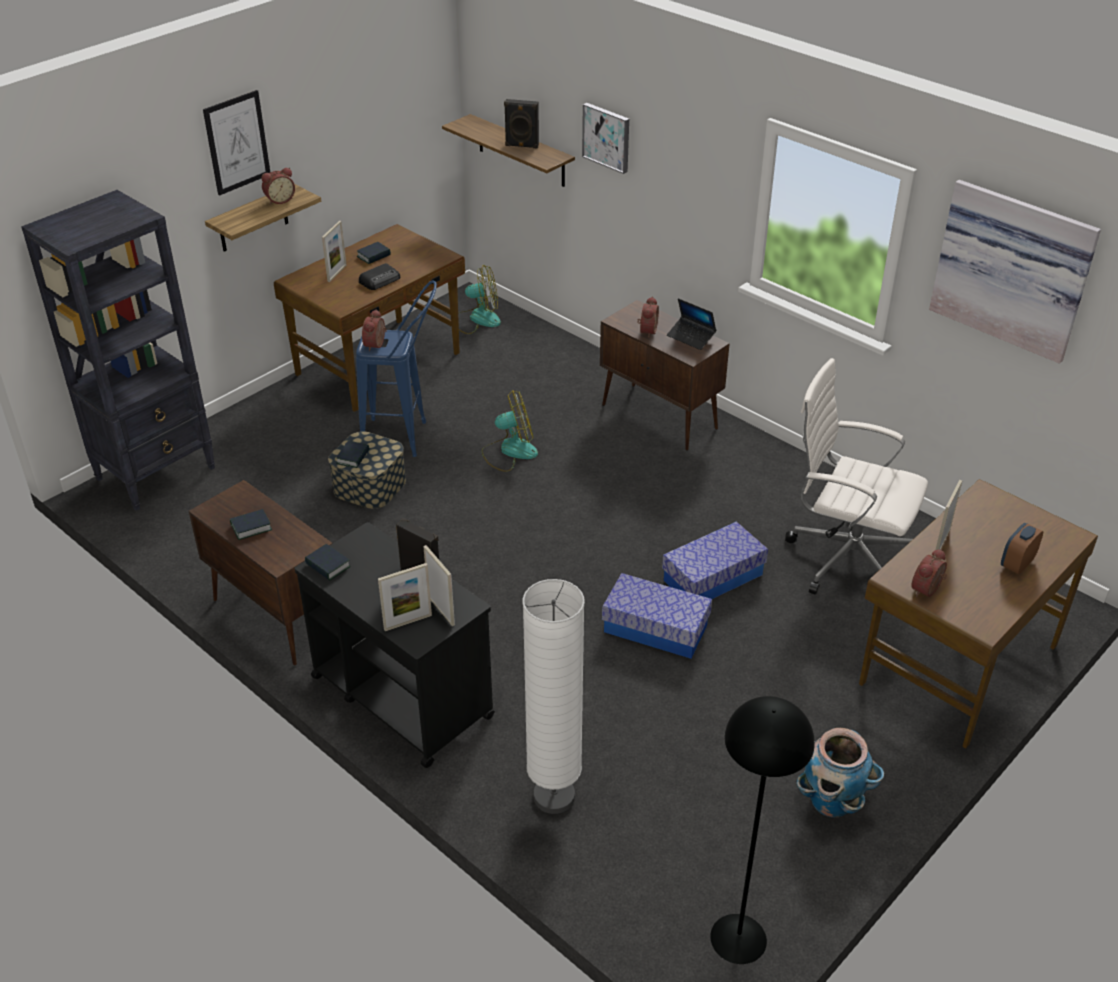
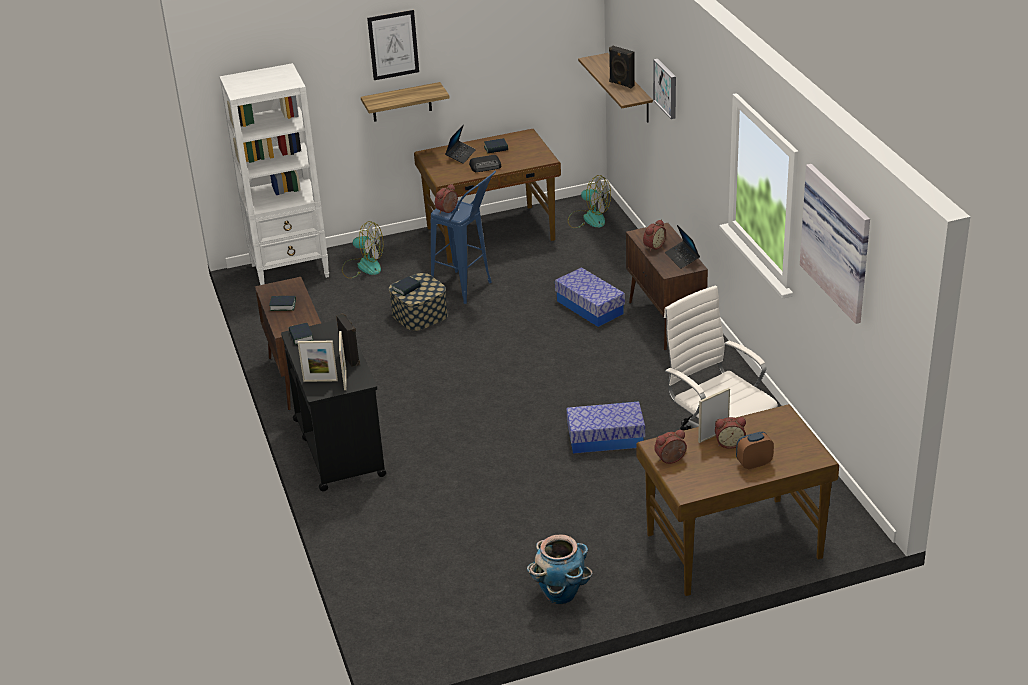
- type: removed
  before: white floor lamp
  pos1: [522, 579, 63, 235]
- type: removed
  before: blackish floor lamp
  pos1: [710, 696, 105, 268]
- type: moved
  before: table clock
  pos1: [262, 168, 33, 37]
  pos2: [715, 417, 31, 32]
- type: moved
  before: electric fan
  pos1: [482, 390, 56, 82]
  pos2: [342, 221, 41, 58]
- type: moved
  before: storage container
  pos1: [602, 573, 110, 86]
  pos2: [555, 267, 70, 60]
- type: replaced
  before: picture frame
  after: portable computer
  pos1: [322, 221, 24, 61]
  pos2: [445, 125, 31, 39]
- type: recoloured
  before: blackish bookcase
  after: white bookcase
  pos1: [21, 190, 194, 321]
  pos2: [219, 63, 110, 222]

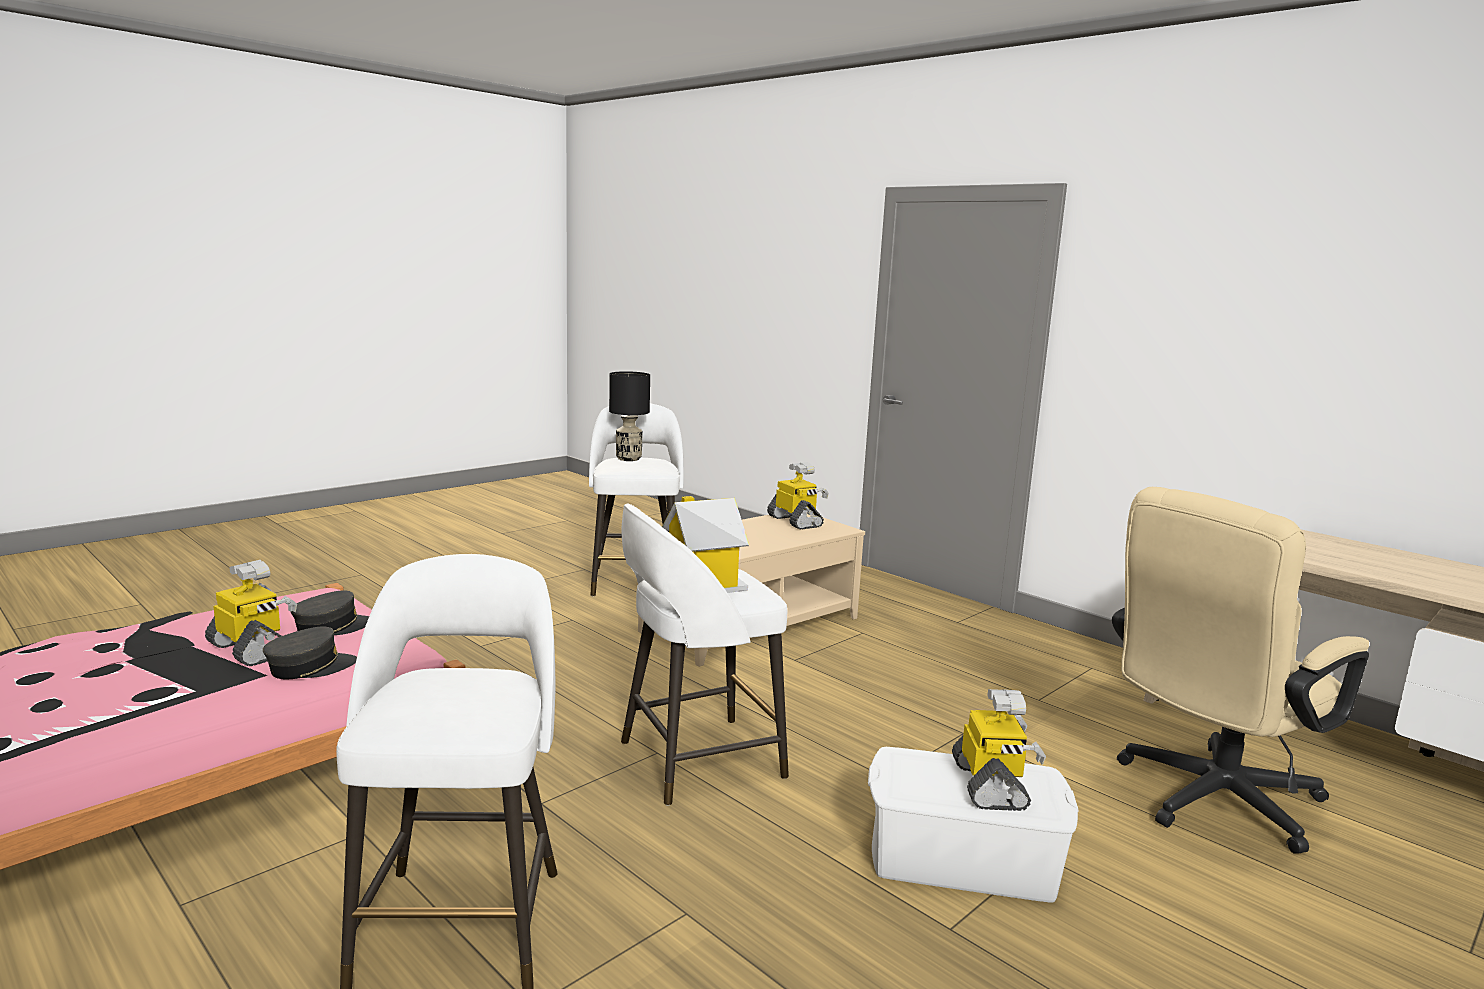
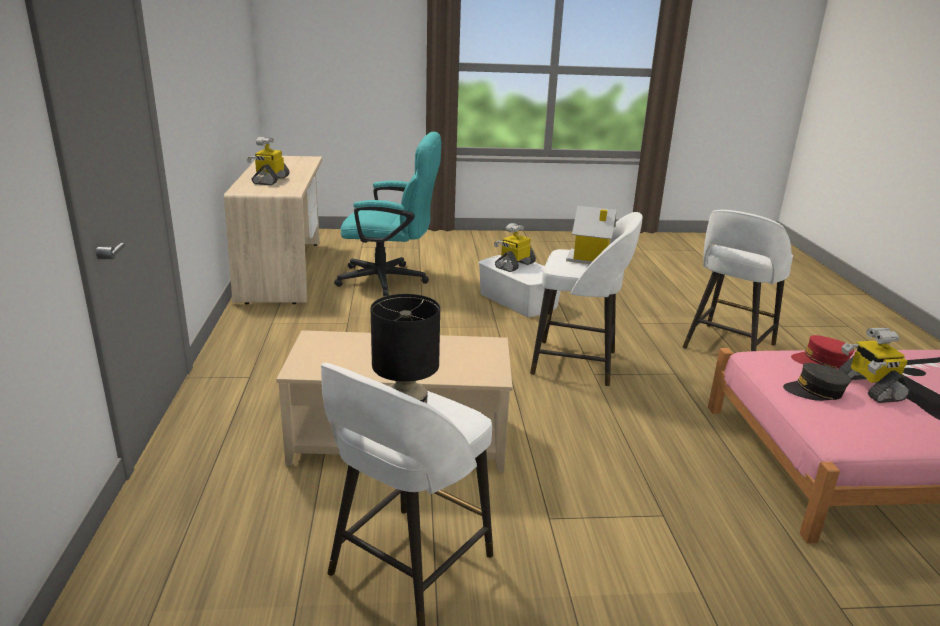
- type: moved
  before: model robot
  pos1: [767, 462, 62, 68]
  pos2: [247, 137, 43, 48]
- type: recoloured
  before: gray baseball cap
  after: red-coloured baseball cap
  pos1: [263, 626, 94, 53]
  pos2: [791, 335, 63, 34]
- type: recoloured
  before: sand-coloured office chair
  after: blue-green office chair
  pos1: [1112, 487, 257, 367]
  pos2: [334, 132, 107, 164]

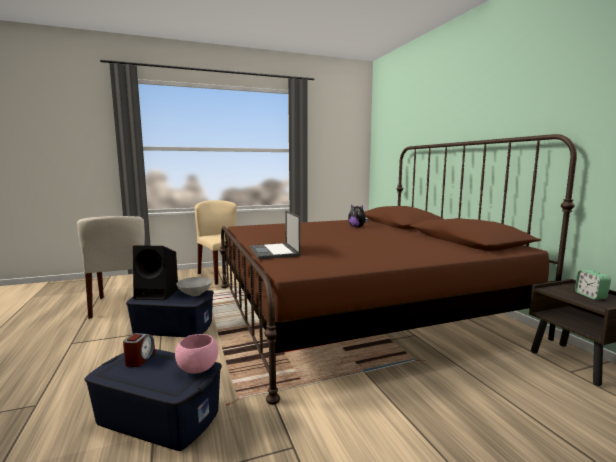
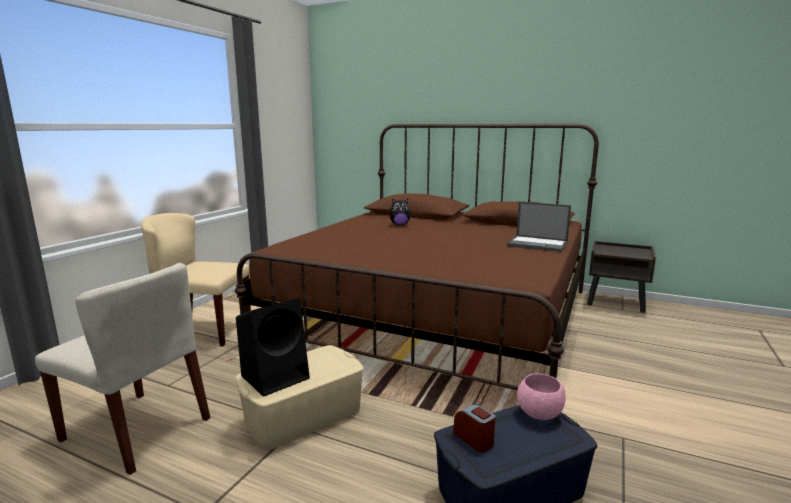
- type: removed
  before: gray serving bowl
  pos1: [176, 277, 36, 19]
- type: removed
  before: table clock
  pos1: [575, 270, 36, 30]
- type: moved
  before: portable computer
  pos1: [250, 210, 50, 49]
  pos2: [507, 202, 64, 50]
- type: recoloured
  before: blue-coloured storage container
  after: sand-coloured storage container
  pos1: [126, 289, 88, 48]
  pos2: [235, 345, 129, 105]

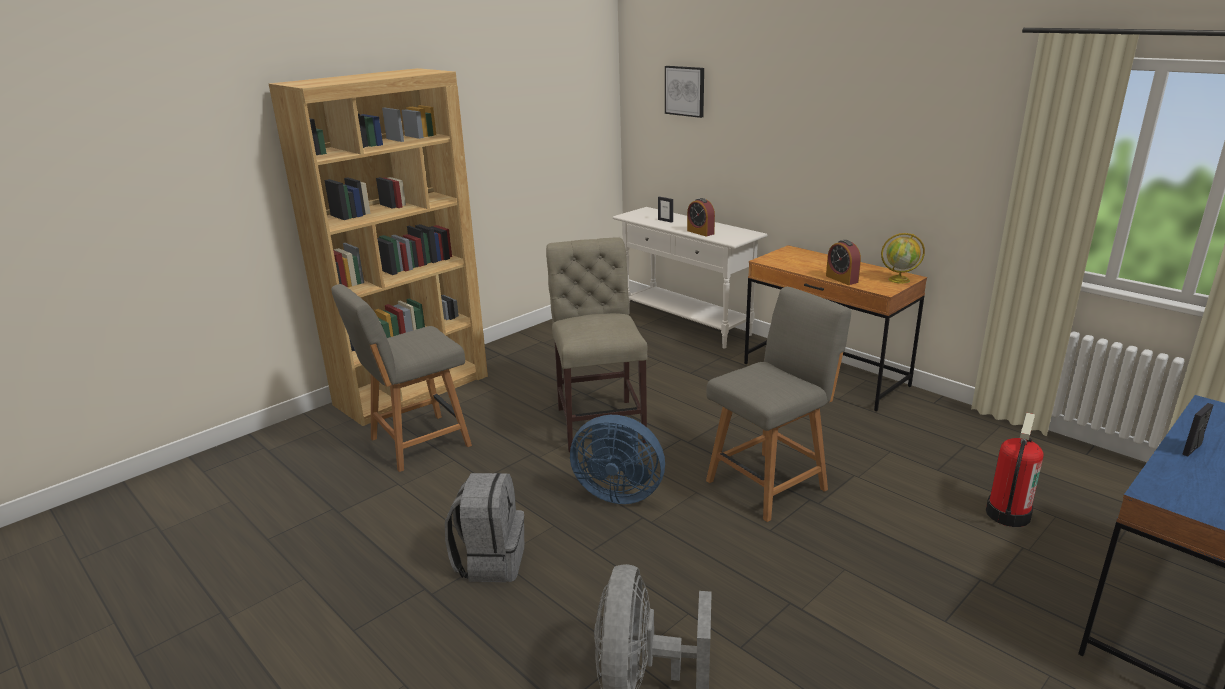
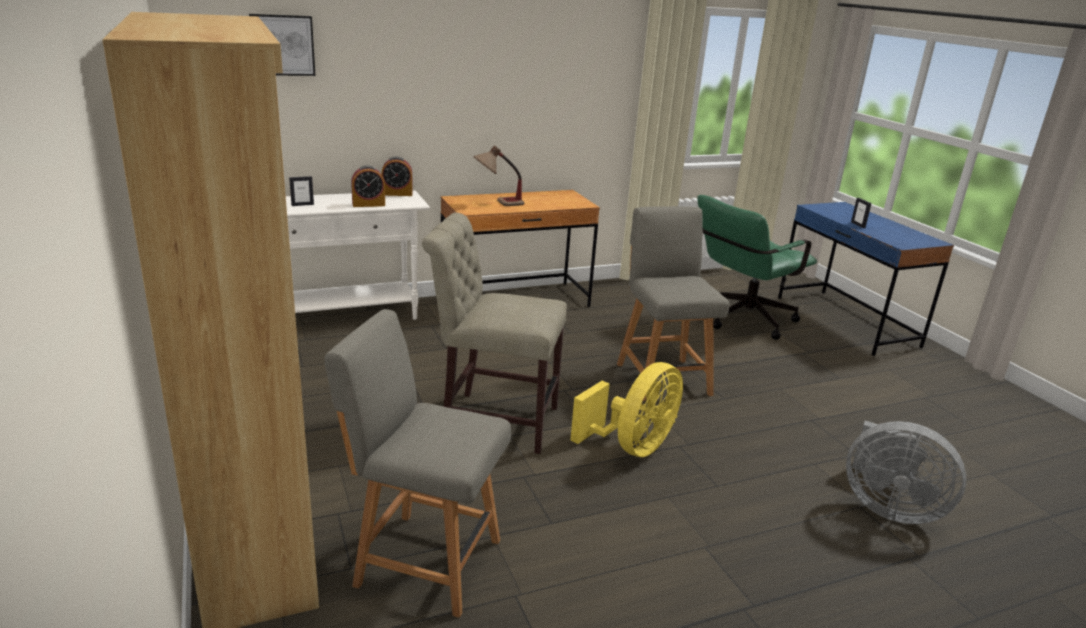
- type: removed
  before: gray rucksack
  pos1: [445, 473, 79, 109]
- type: removed
  before: globe
  pos1: [881, 233, 44, 51]
- type: added
  after: tabletop lamp
  pos2: [473, 145, 51, 61]
- type: moved
  before: table clock
  pos1: [826, 240, 35, 45]
  pos2: [381, 157, 32, 39]
- type: replaced
  before: fire-fighting cylinder
  after: greenish office chair
  pos1: [986, 413, 58, 114]
  pos2: [697, 195, 120, 145]
- type: recoloured
  before: blue-coloured electric fan
  after: yellowish electric fan
  pos1: [570, 415, 95, 89]
  pos2: [570, 362, 113, 95]
- type: turned
  before: gray upright chair
  pos1: [331, 284, 141, 188]
  pos2: [324, 309, 187, 309]
  turn: 120

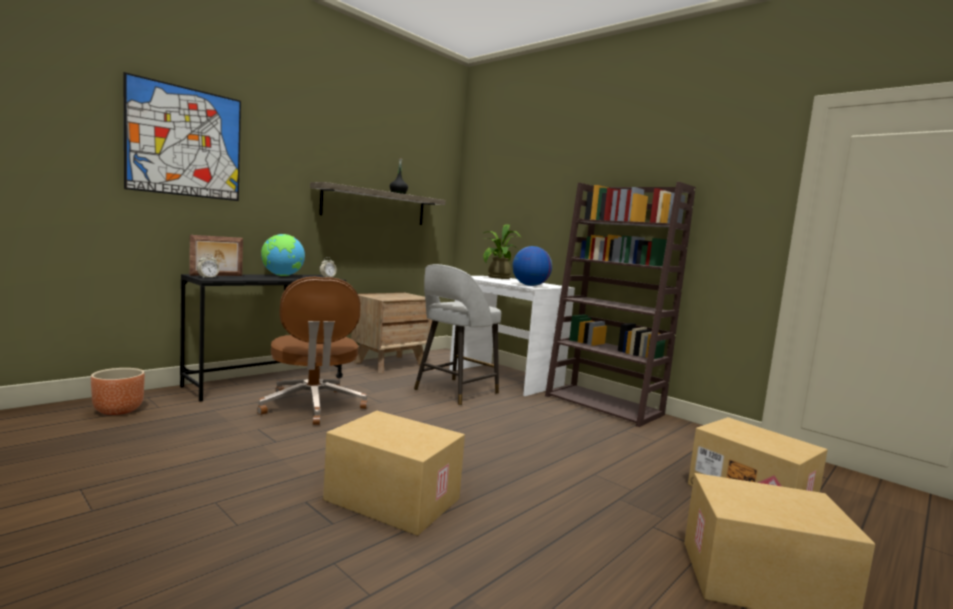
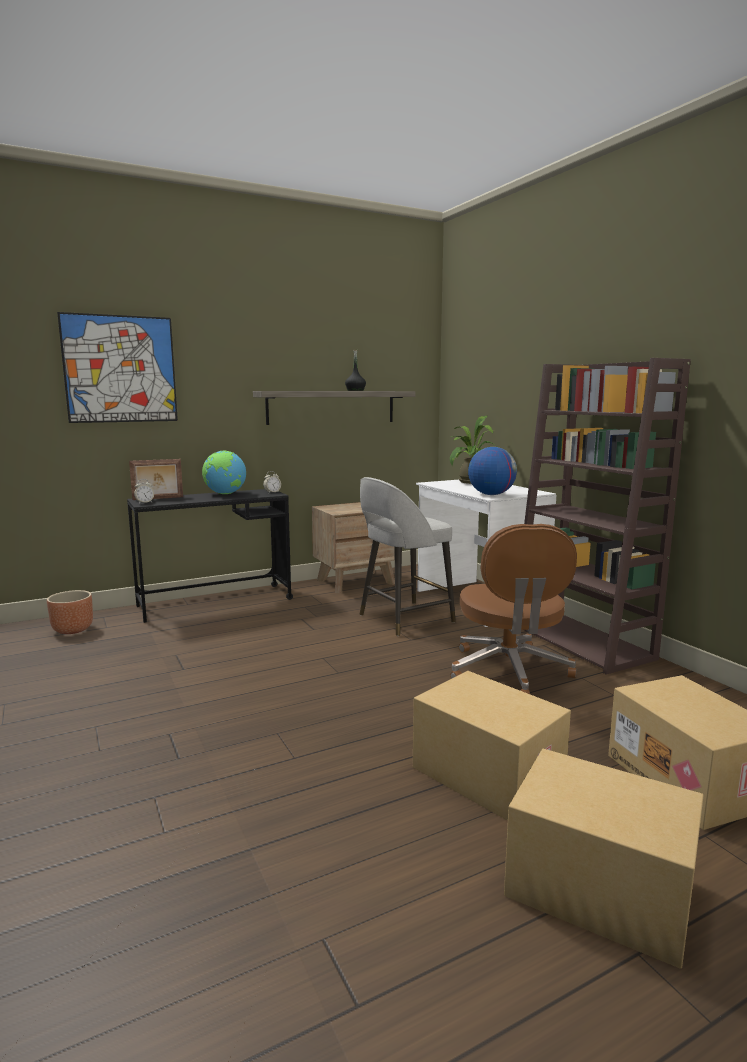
- type: moved
  before: brown-coloured office chair
  pos1: [257, 277, 111, 148]
  pos2: [450, 524, 127, 170]
- type: moved
  before: carton
  pos1: [323, 411, 142, 125]
  pos2: [413, 671, 158, 150]

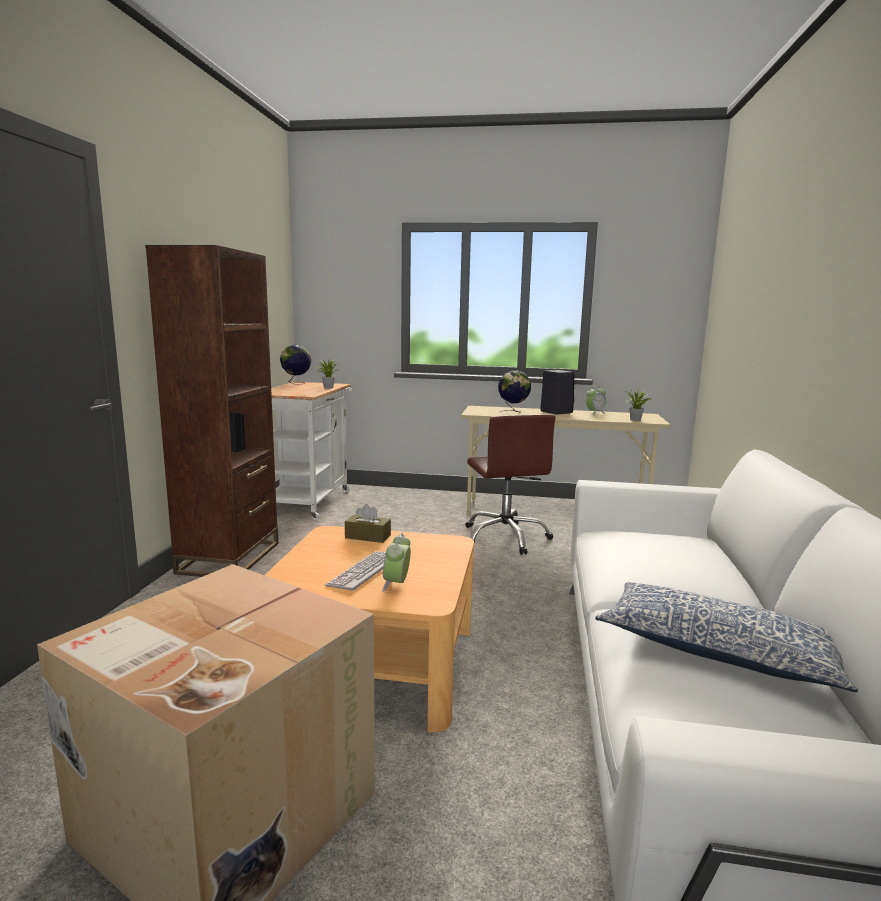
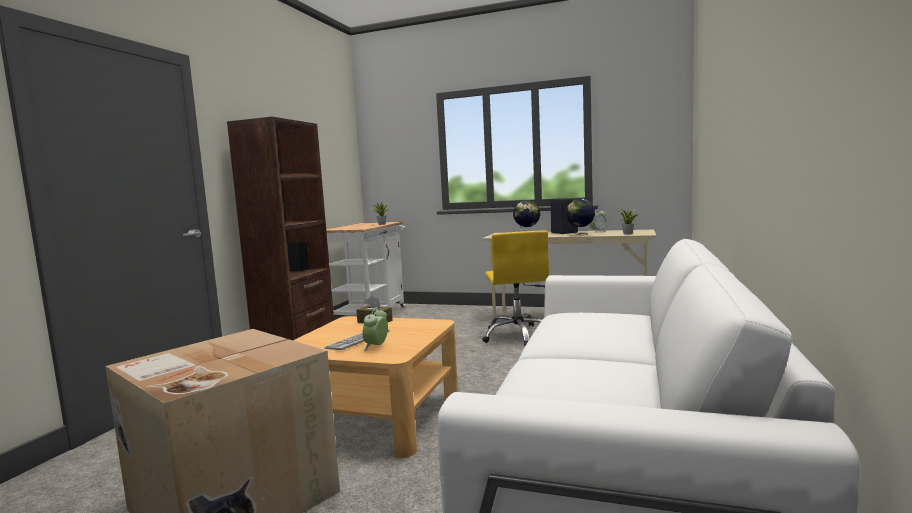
- type: removed
  before: throw pillow
  pos1: [595, 582, 263, 110]
- type: moved
  before: globe
  pos1: [280, 345, 31, 40]
  pos2: [566, 198, 29, 37]
- type: recoloured
  before: brown-coloured office chair
  after: yellowish office chair
  pos1: [465, 415, 91, 140]
  pos2: [482, 230, 67, 116]

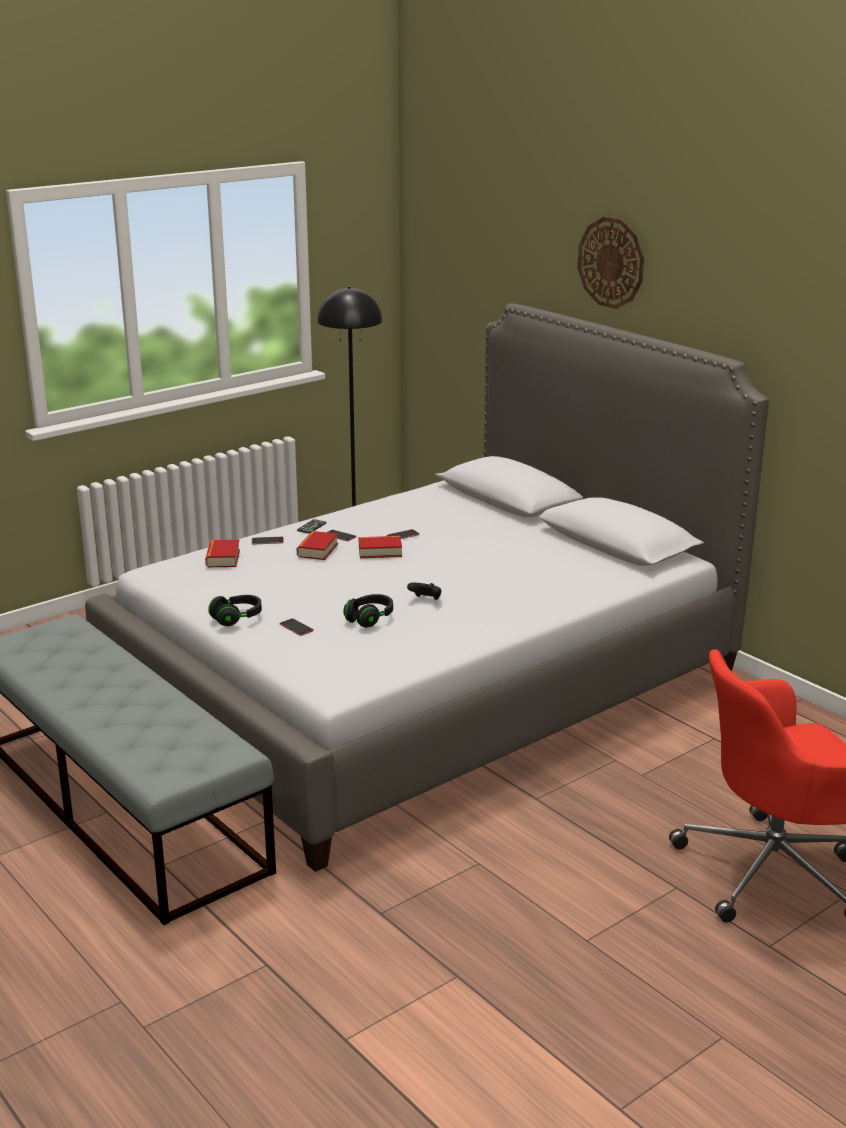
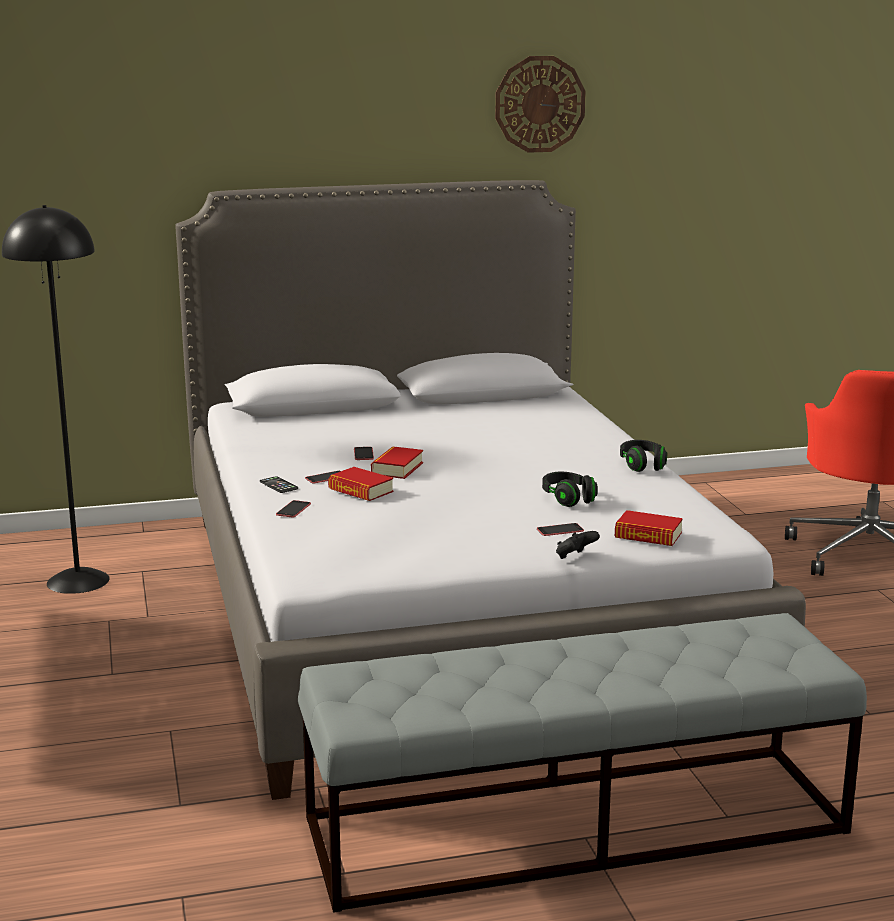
- type: moved
  before: book
  pos1: [205, 540, 35, 27]
  pos2: [615, 510, 68, 36]
- type: moved
  before: blackish pair of headphones
  pos1: [208, 595, 54, 32]
  pos2: [620, 440, 47, 32]
- type: moved
  before: blackish joypad
  pos1: [407, 583, 34, 17]
  pos2: [556, 531, 44, 28]
- type: moved
  before: clock on the wall
  pos1: [578, 217, 66, 92]
  pos2: [495, 56, 91, 97]

